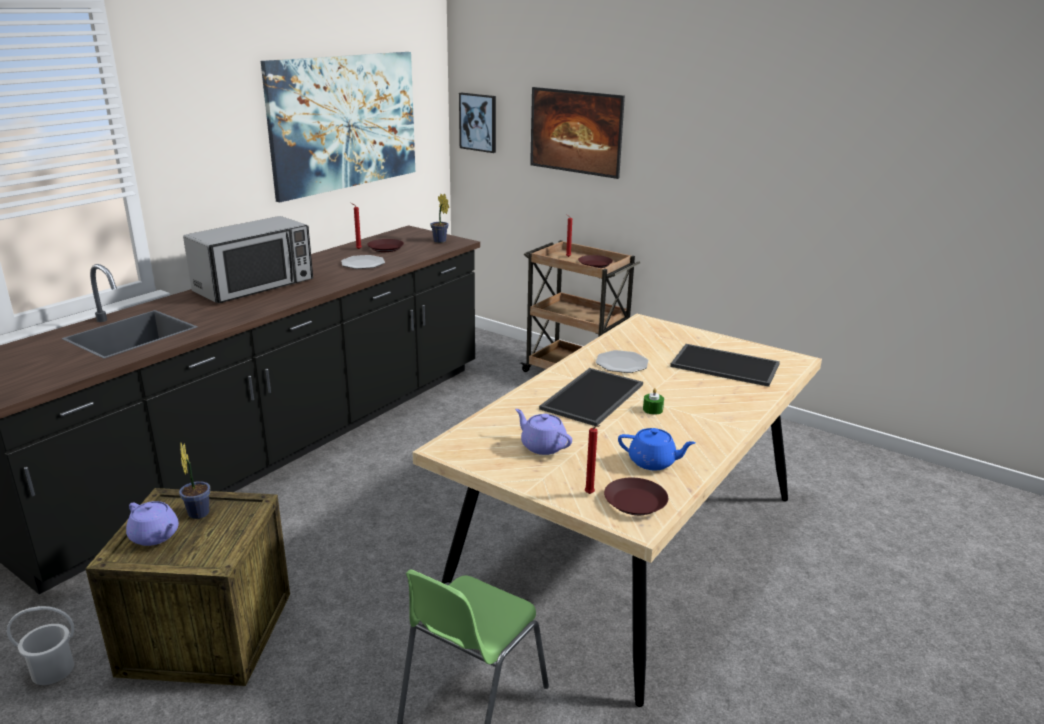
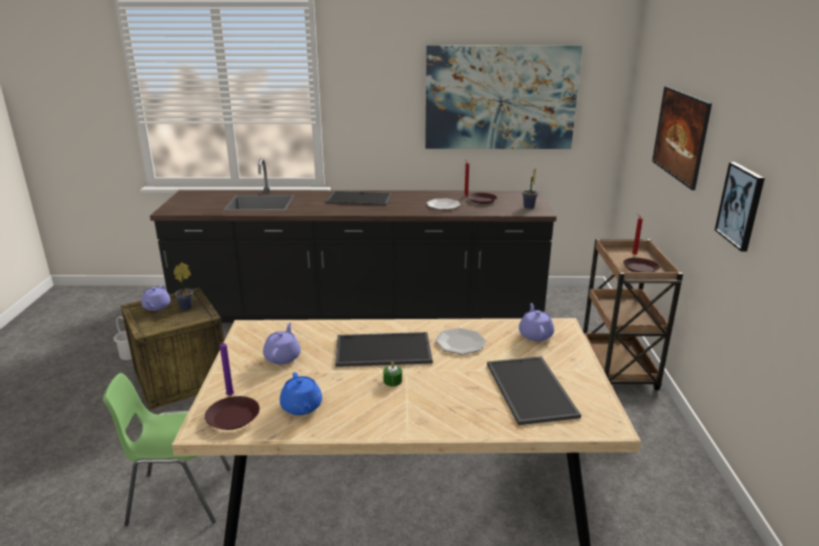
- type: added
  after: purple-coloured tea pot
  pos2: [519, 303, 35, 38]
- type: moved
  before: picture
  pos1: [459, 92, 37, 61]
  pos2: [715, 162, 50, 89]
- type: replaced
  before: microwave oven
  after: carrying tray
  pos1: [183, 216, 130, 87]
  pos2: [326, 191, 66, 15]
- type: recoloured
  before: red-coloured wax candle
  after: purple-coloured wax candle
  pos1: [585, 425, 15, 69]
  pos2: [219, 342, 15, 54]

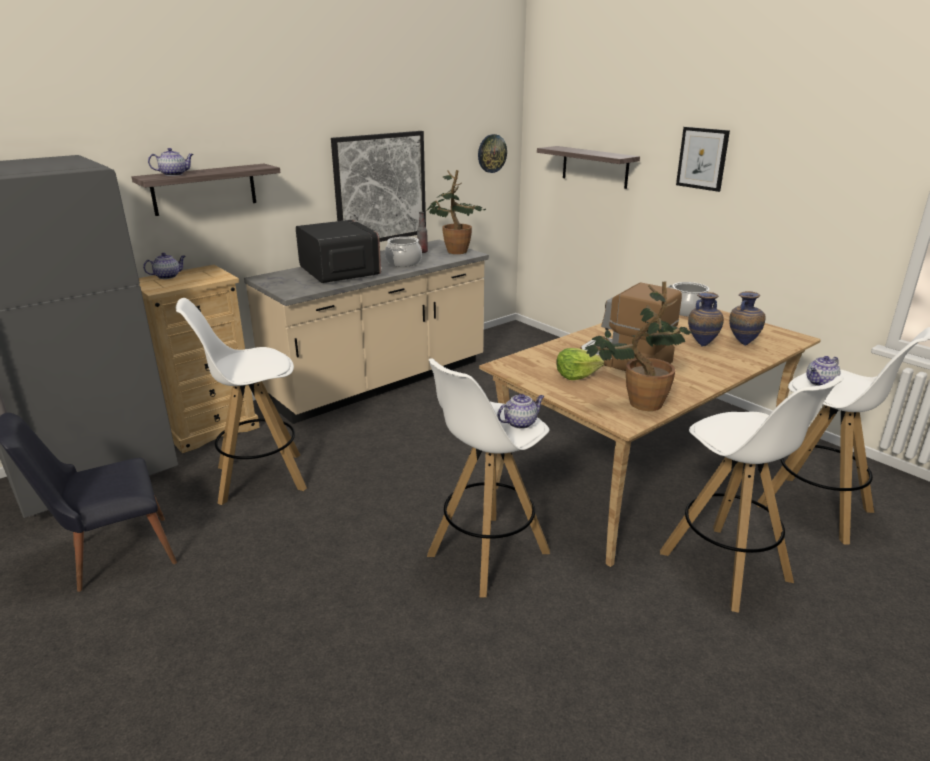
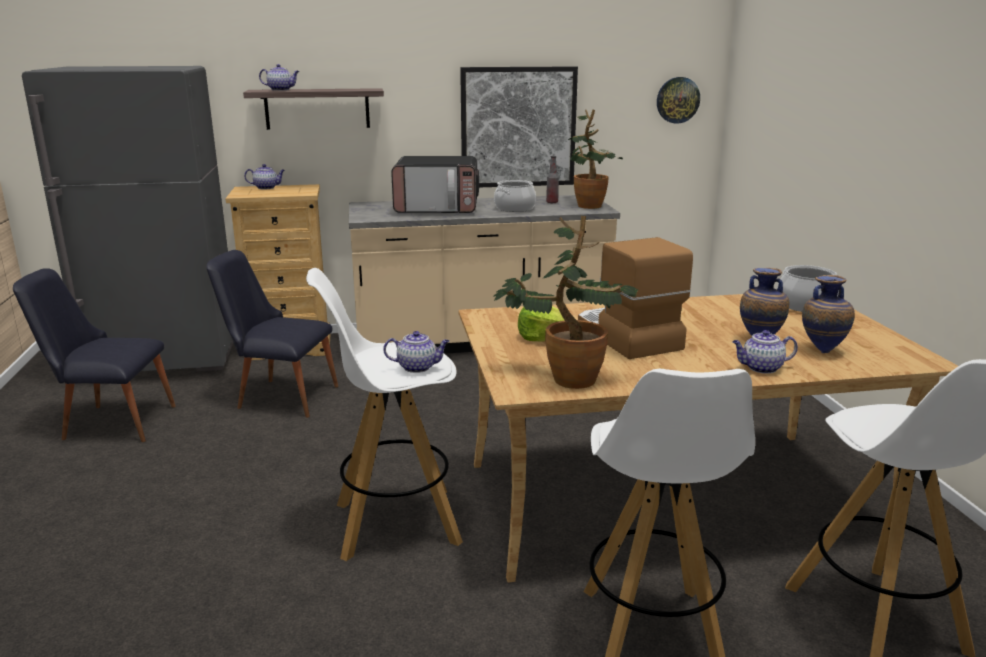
- type: removed
  before: shelf
  pos1: [537, 146, 103, 43]
- type: removed
  before: picture
  pos1: [676, 127, 54, 65]
- type: moved
  before: tea pot
  pos1: [807, 356, 33, 30]
  pos2: [732, 330, 66, 44]
- type: replaced
  before: white sitting stool
  after: blackish upright chair
  pos1: [176, 298, 131, 207]
  pos2: [206, 250, 132, 168]
- type: turned
  before: microwave oven
  pos1: [296, 220, 85, 63]
  pos2: [391, 156, 88, 57]
  turn: 90

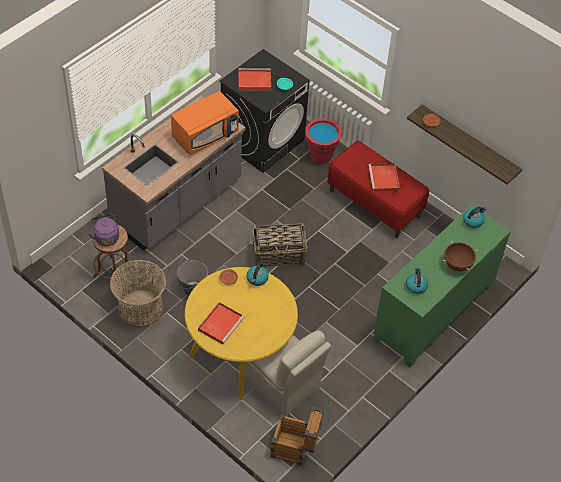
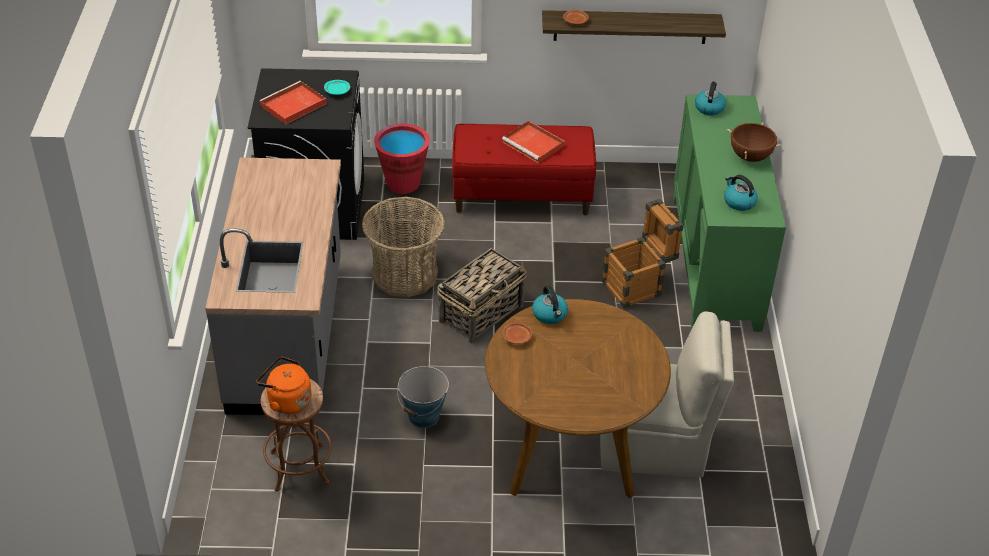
- type: removed
  before: orange-coloured microwave oven
  pos1: [171, 91, 68, 65]
- type: removed
  before: red-coloured carrying tray
  pos1: [198, 302, 46, 42]
- type: moved
  before: storage basket
  pos1: [110, 260, 56, 68]
  pos2: [362, 197, 83, 100]
- type: moved
  before: packing crate
  pos1: [271, 406, 53, 59]
  pos2: [602, 199, 82, 109]
- type: recoloured
  before: purple-coloured tea kettle
  after: orange-coloured tea kettle
  pos1: [88, 214, 31, 32]
  pos2: [256, 357, 56, 57]
- type: recoloured
  before: yellowish dining table
  after: brown-coloured dining table
  pos1: [185, 267, 113, 133]
  pos2: [485, 299, 186, 199]

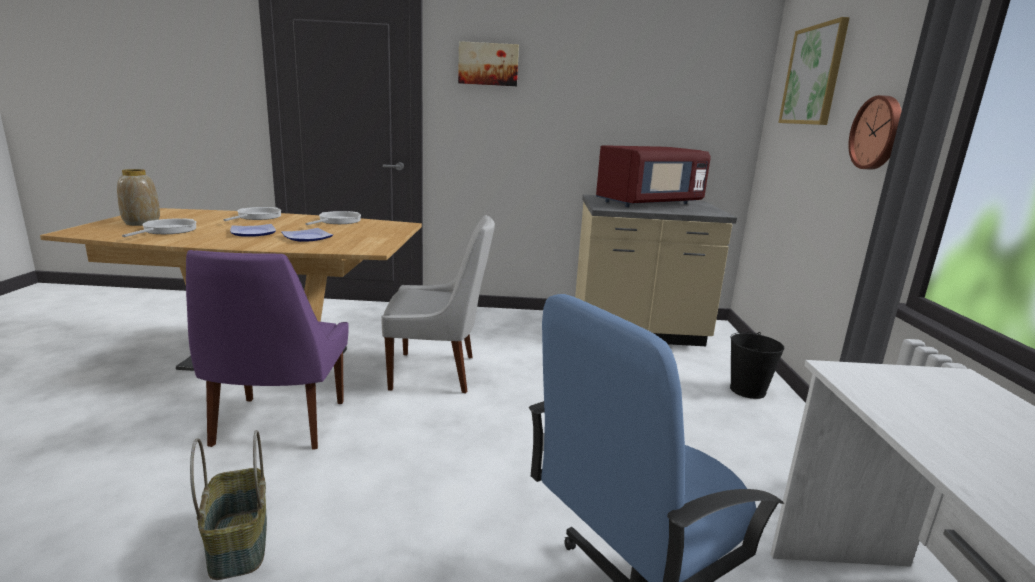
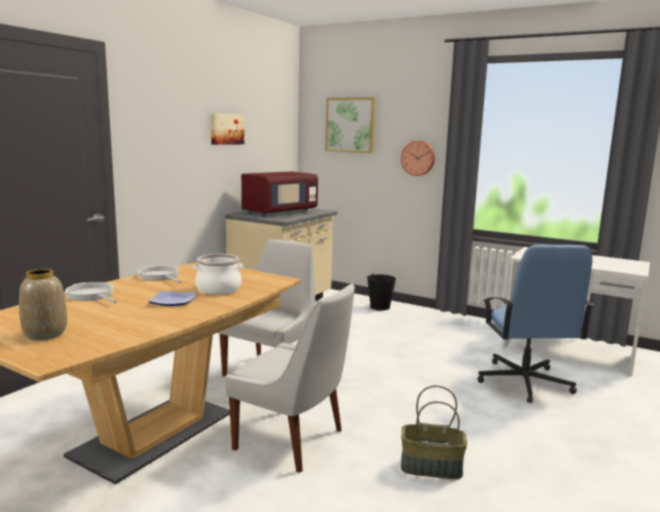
- type: removed
  before: skillet
  pos1: [122, 218, 74, 19]
- type: moved
  before: picture
  pos1: [458, 41, 61, 45]
  pos2: [211, 113, 33, 32]
- type: replaced
  before: plate
  after: saucepot
  pos1: [281, 228, 52, 14]
  pos2: [193, 254, 50, 41]
- type: recoloured
  before: purple-coloured upright chair
  after: white upright chair
  pos1: [186, 250, 163, 200]
  pos2: [225, 284, 130, 189]
- type: turned
  before: red-coloured microwave oven
  pos1: [596, 145, 115, 62]
  pos2: [241, 172, 77, 44]
  turn: 45

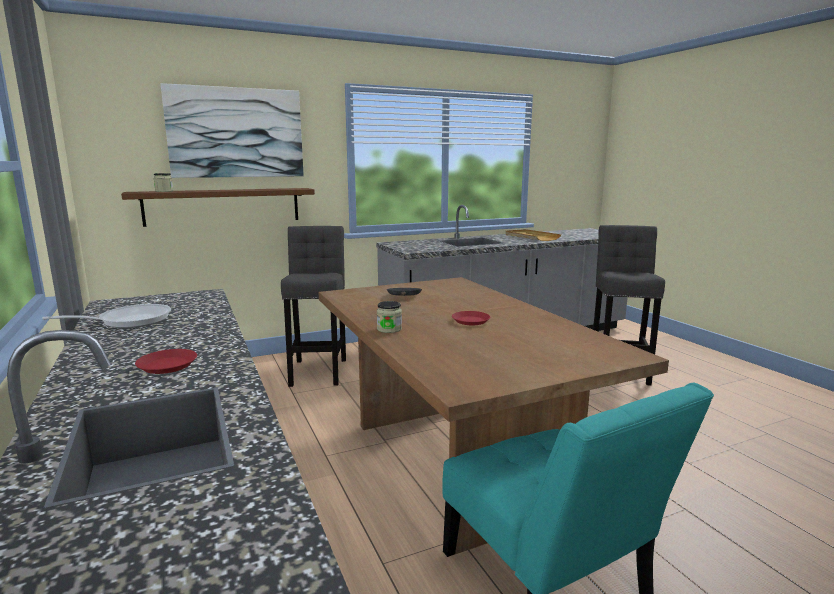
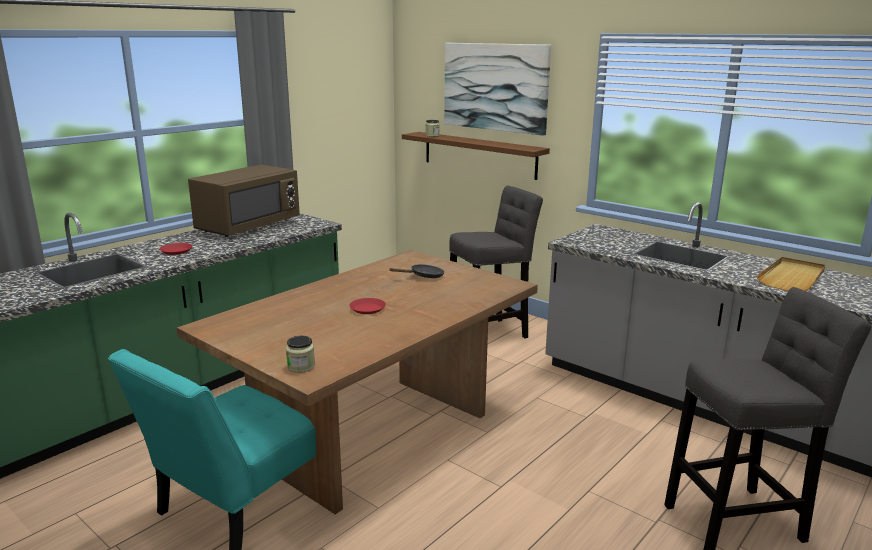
- type: moved
  before: preserve jar
  pos1: [377, 301, 25, 32]
  pos2: [286, 335, 29, 38]
- type: replaced
  before: skillet
  after: brown-coloured microwave oven
  pos1: [43, 304, 128, 24]
  pos2: [188, 165, 112, 72]

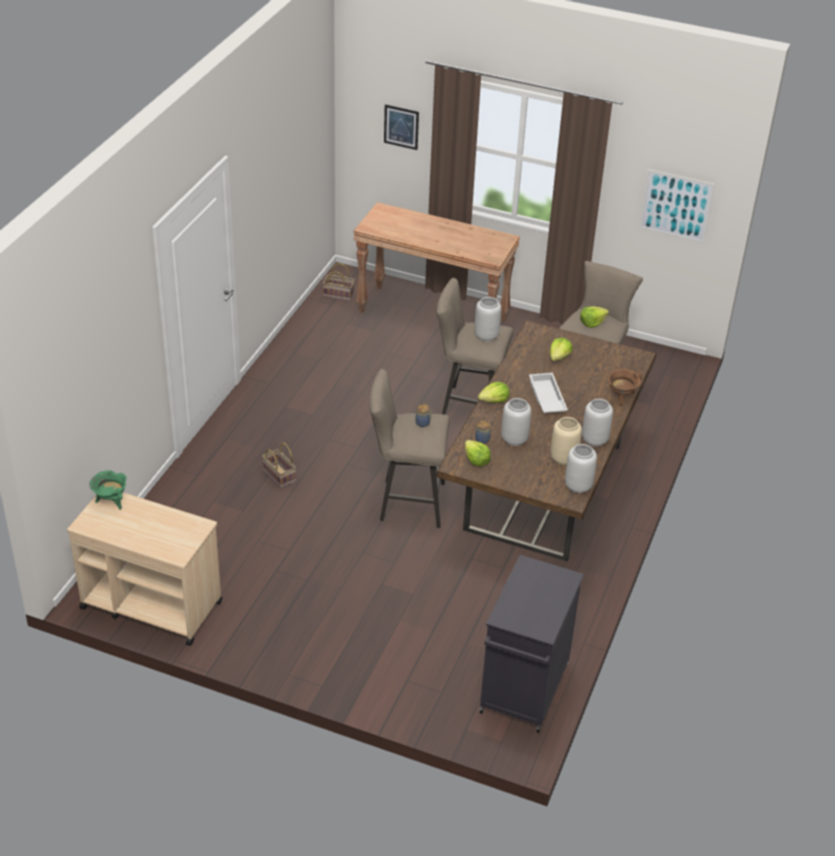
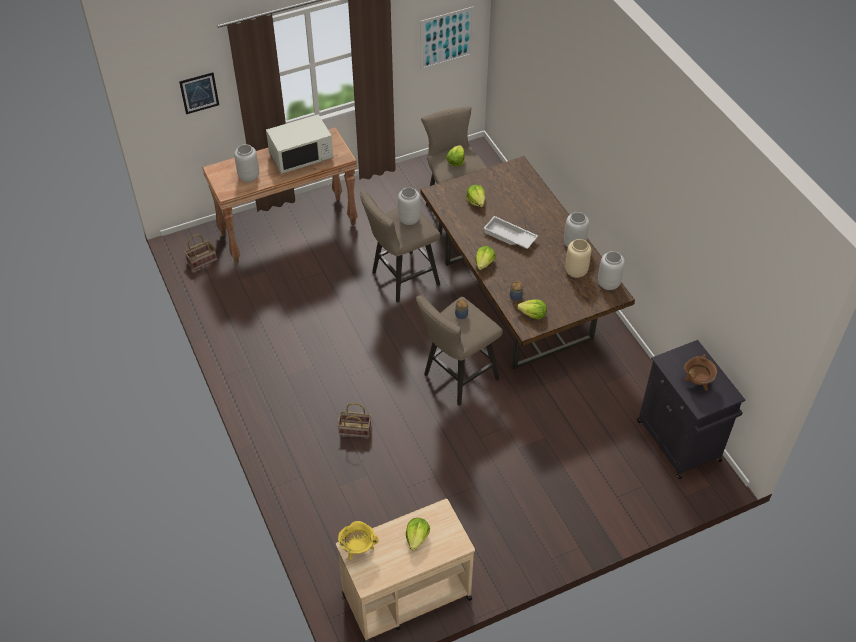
- type: added
  after: white microwave oven
  pos2: [266, 114, 67, 60]
- type: added
  after: head of lettuce
  pos2: [406, 518, 24, 33]
- type: moved
  before: gray decorative vase
  pos1: [501, 398, 30, 48]
  pos2: [234, 144, 25, 38]
- type: moved
  before: brown-coloured saucepot
  pos1: [608, 368, 34, 37]
  pos2: [684, 354, 33, 37]
- type: recoloured
  before: greenish saucepot
  after: yellowish saucepot
  pos1: [89, 470, 38, 40]
  pos2: [338, 521, 41, 39]

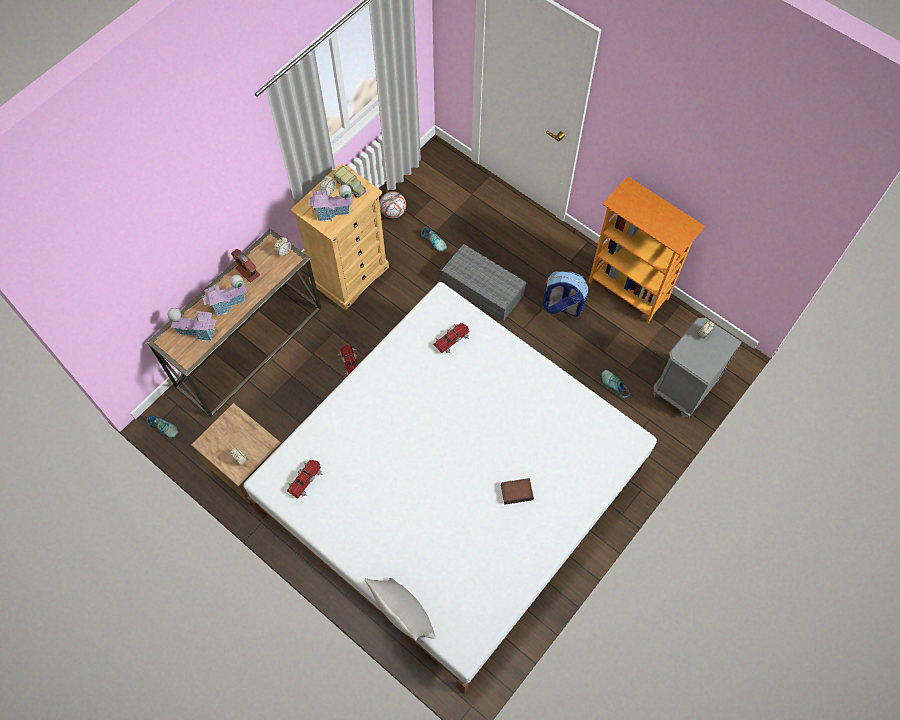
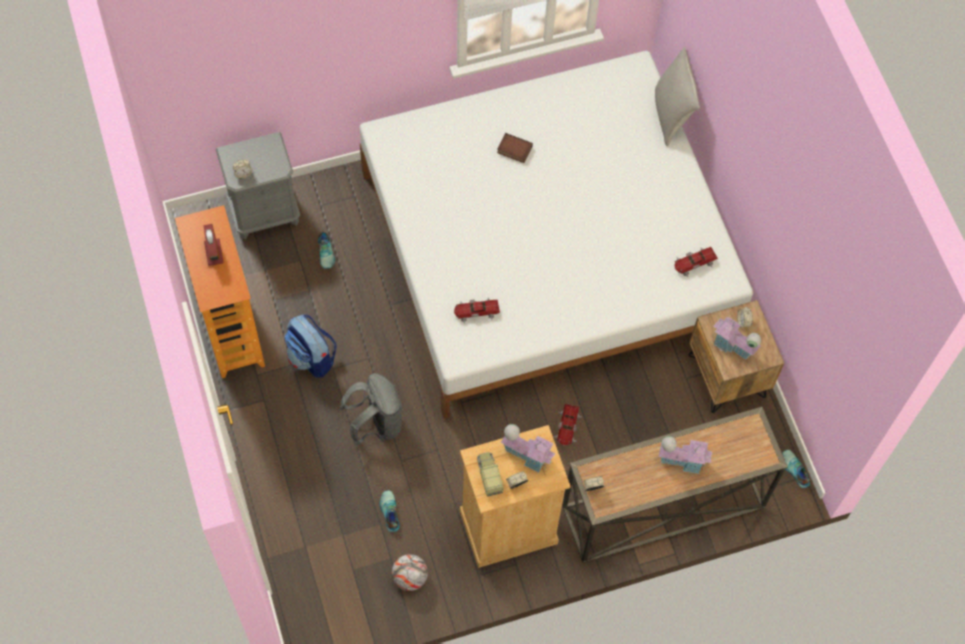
- type: moved
  before: miniature house
  pos1: [168, 308, 51, 33]
  pos2: [712, 316, 49, 44]
- type: moved
  before: table clock
  pos1: [231, 249, 29, 33]
  pos2: [204, 224, 20, 42]
- type: replaced
  before: gray storage container
  after: gray rucksack
  pos1: [441, 244, 86, 77]
  pos2: [340, 373, 63, 74]

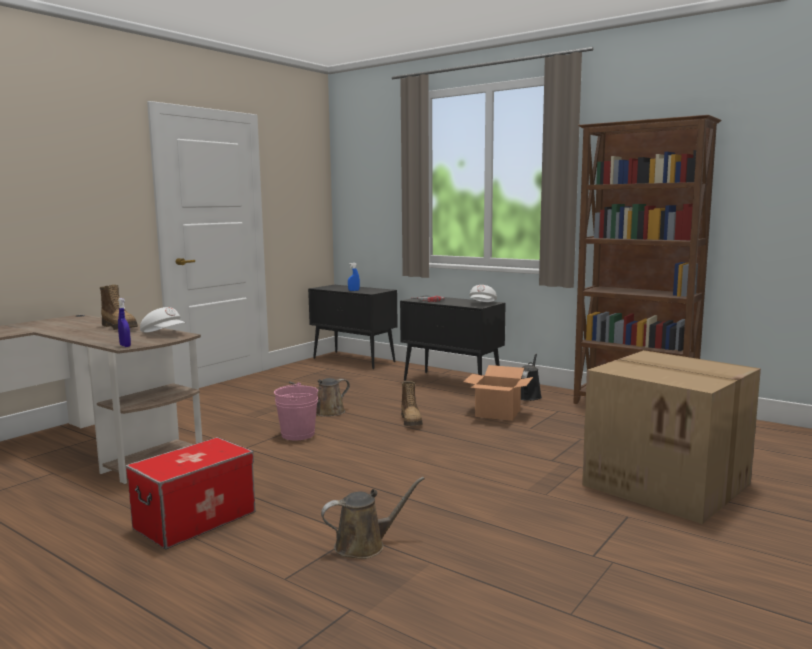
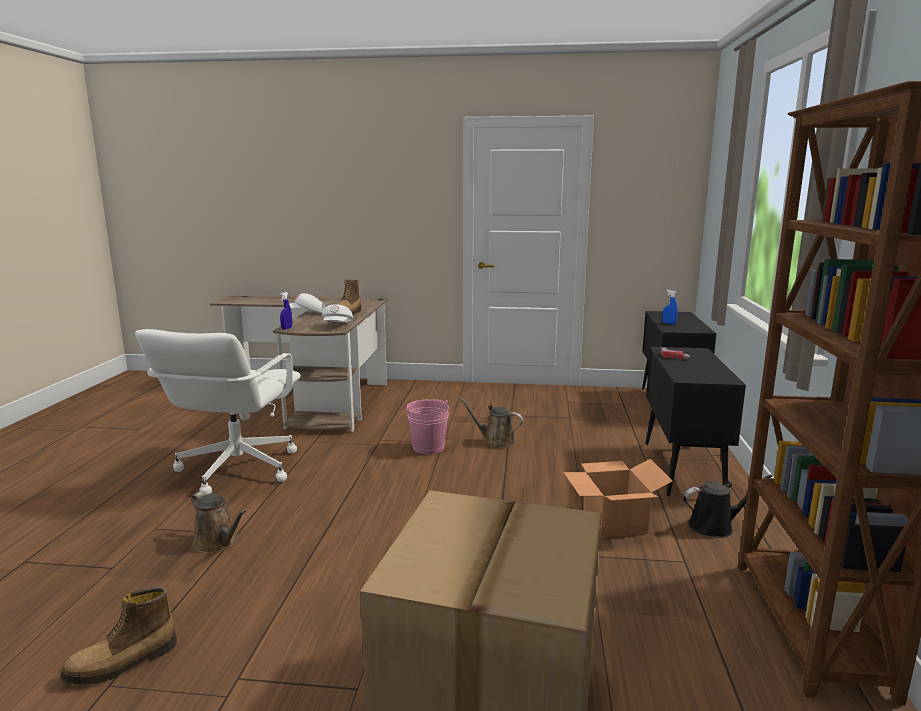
- type: moved
  before: boot
  pos1: [401, 381, 22, 45]
  pos2: [60, 587, 117, 98]
- type: moved
  before: white baseball cap
  pos1: [469, 285, 28, 17]
  pos2: [289, 293, 36, 20]
- type: replaced
  before: storage container
  after: white office chair
  pos1: [126, 437, 130, 112]
  pos2: [135, 329, 166, 166]

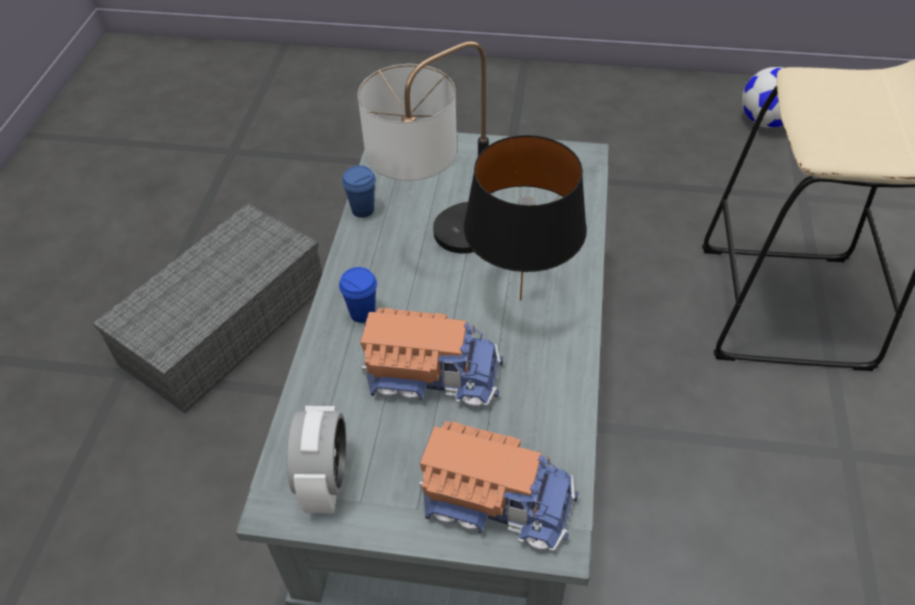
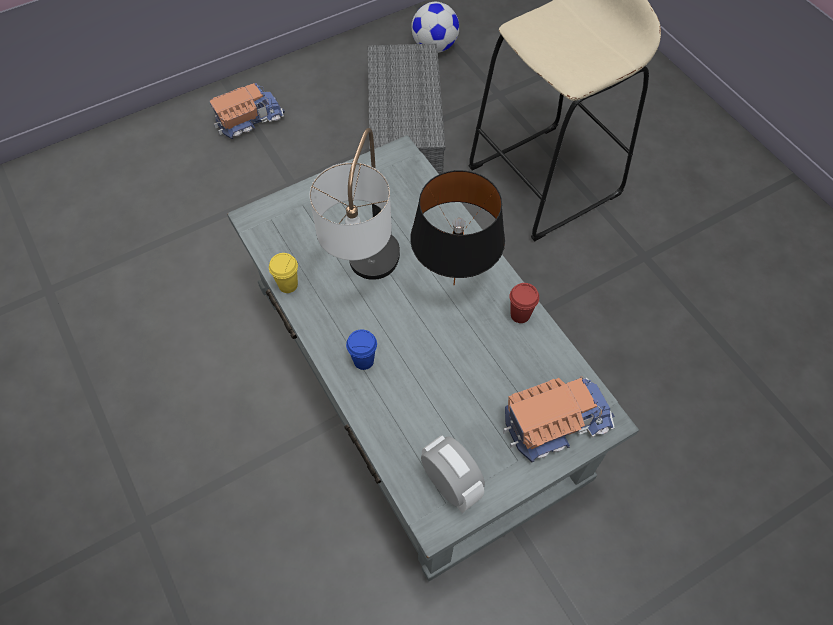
- type: added
  after: red-coloured small cup
  pos2: [509, 283, 30, 40]
- type: moved
  before: gray storage container
  pos1: [93, 203, 229, 210]
  pos2: [368, 43, 77, 131]
- type: moved
  before: model truck
  pos1: [360, 308, 143, 98]
  pos2: [210, 83, 75, 56]
- type: recoloured
  before: blue-coloured small cup
  after: yellowish small cup
  pos1: [342, 165, 34, 53]
  pos2: [269, 253, 29, 40]

